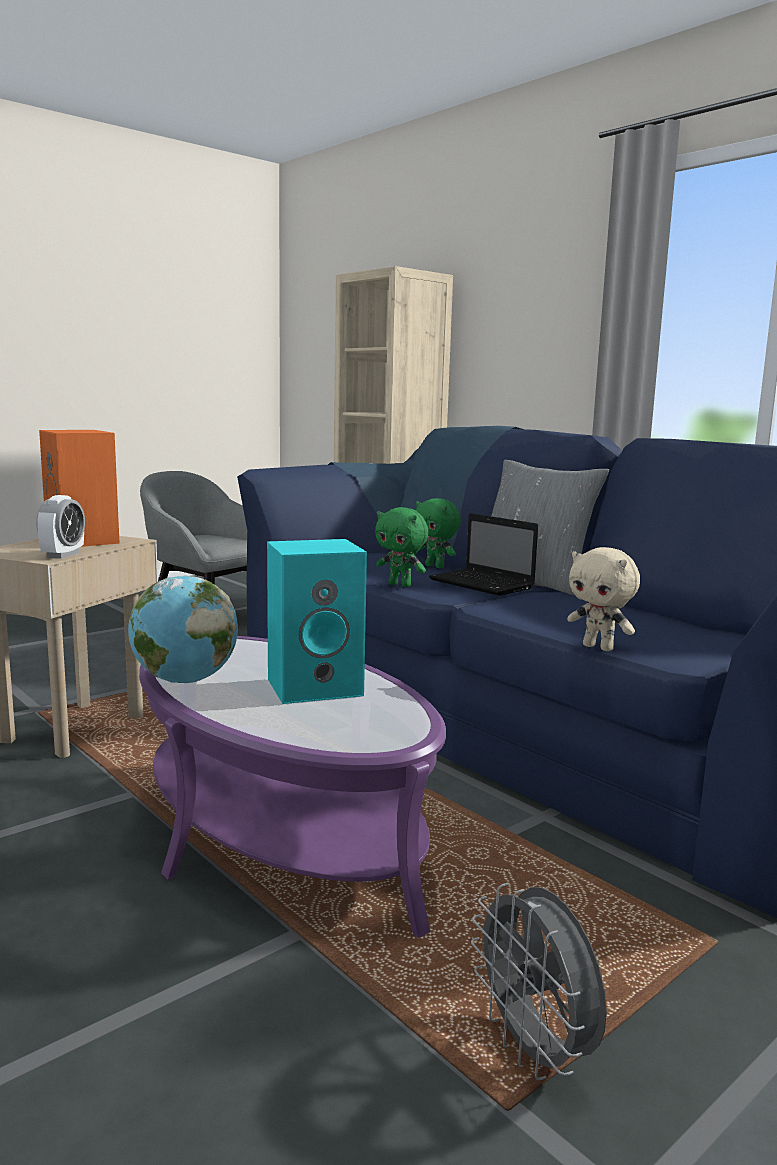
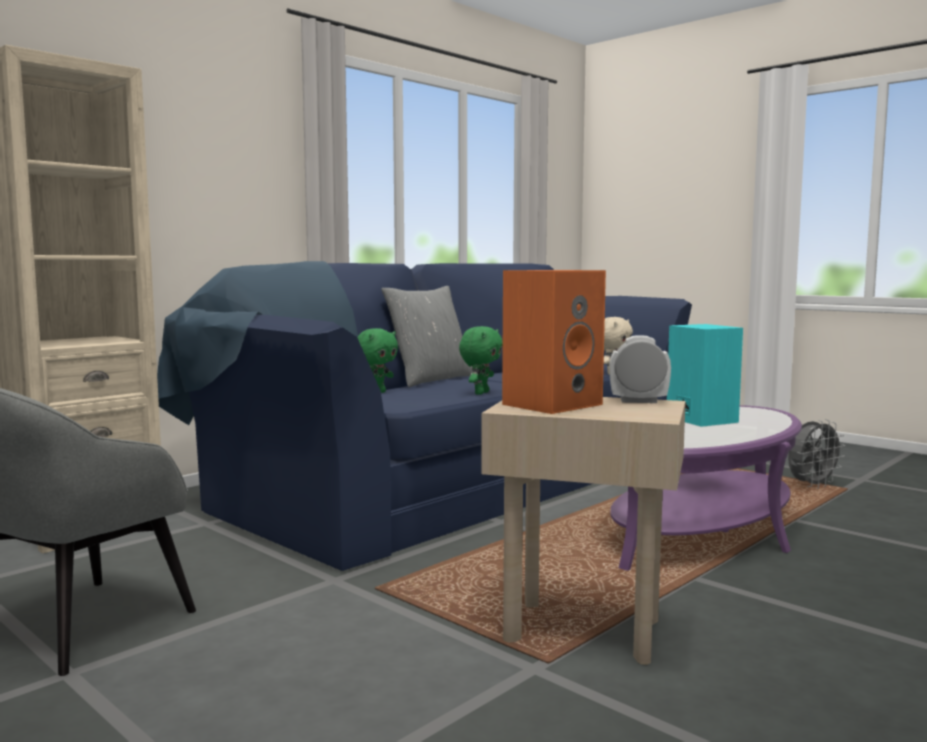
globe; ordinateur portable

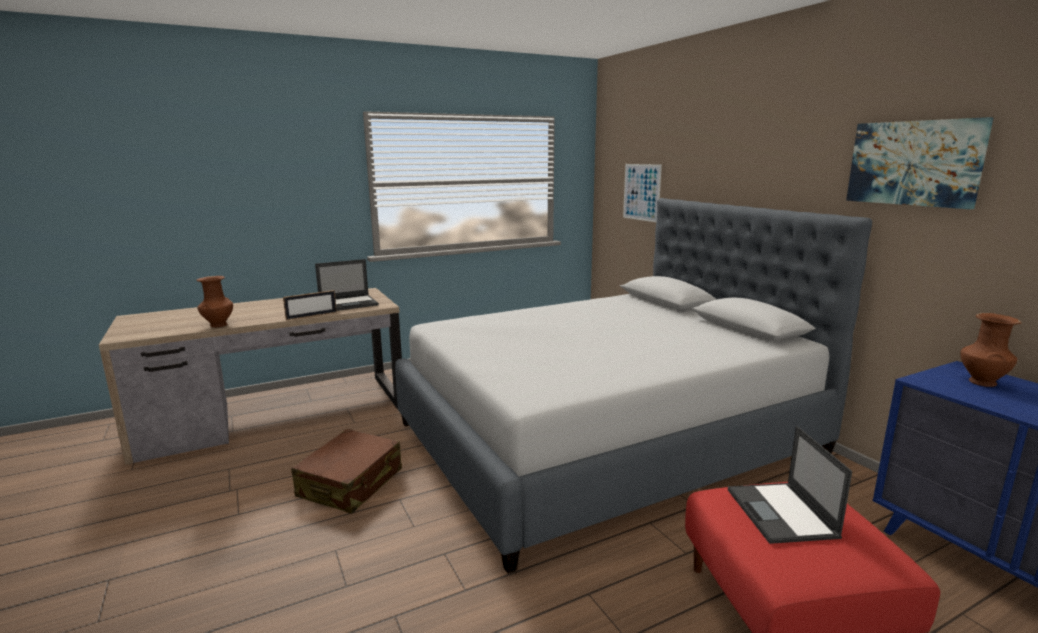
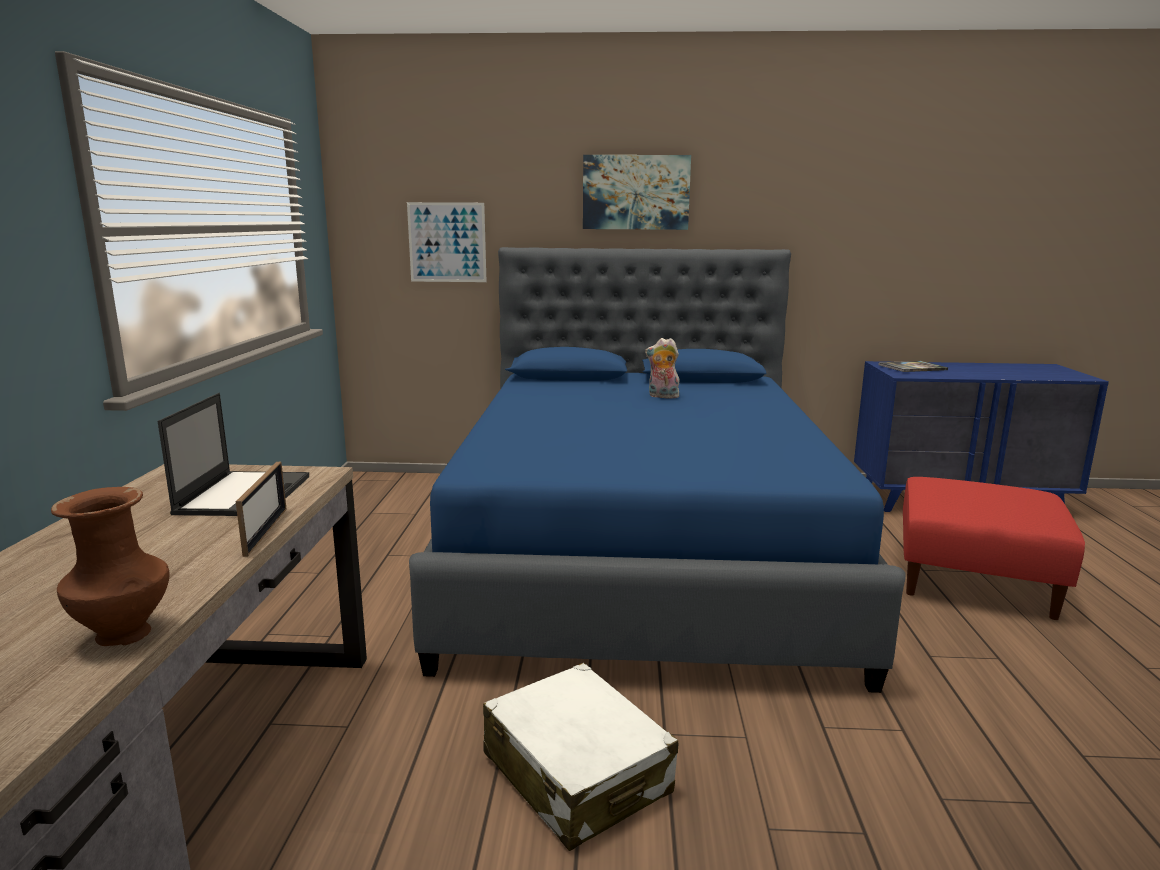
ordinateur portable (2nd from left in the first image); peluche; tableau (2nd from left); livre; valise [blanc]; lit [bleu]

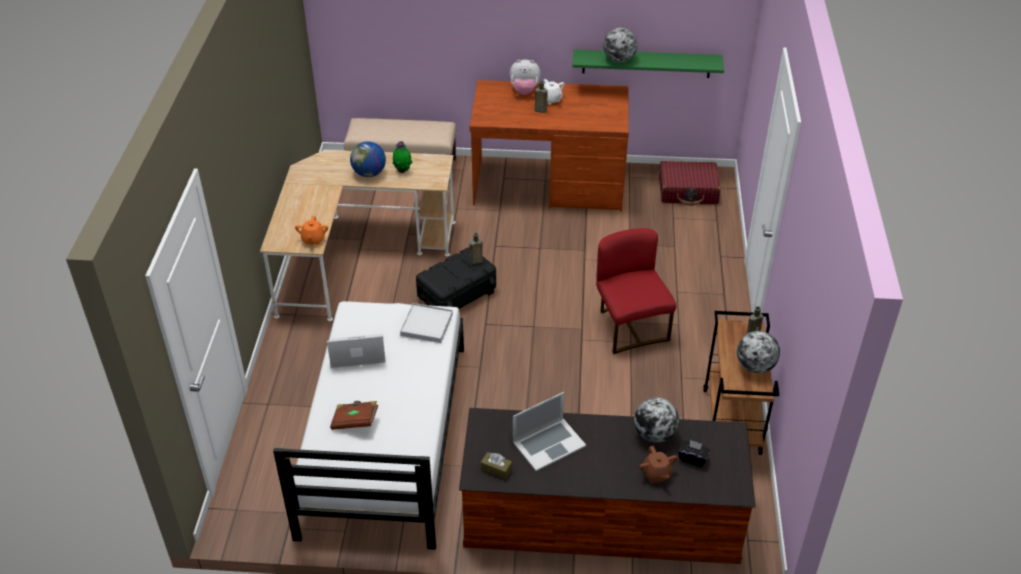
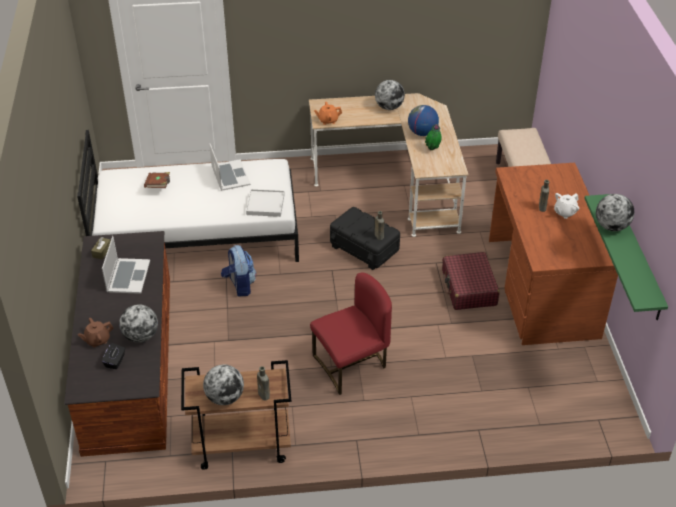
peluche; sac à dos; globe (3rd from left); valise [rouge]; ordinateur portable (1st from left)

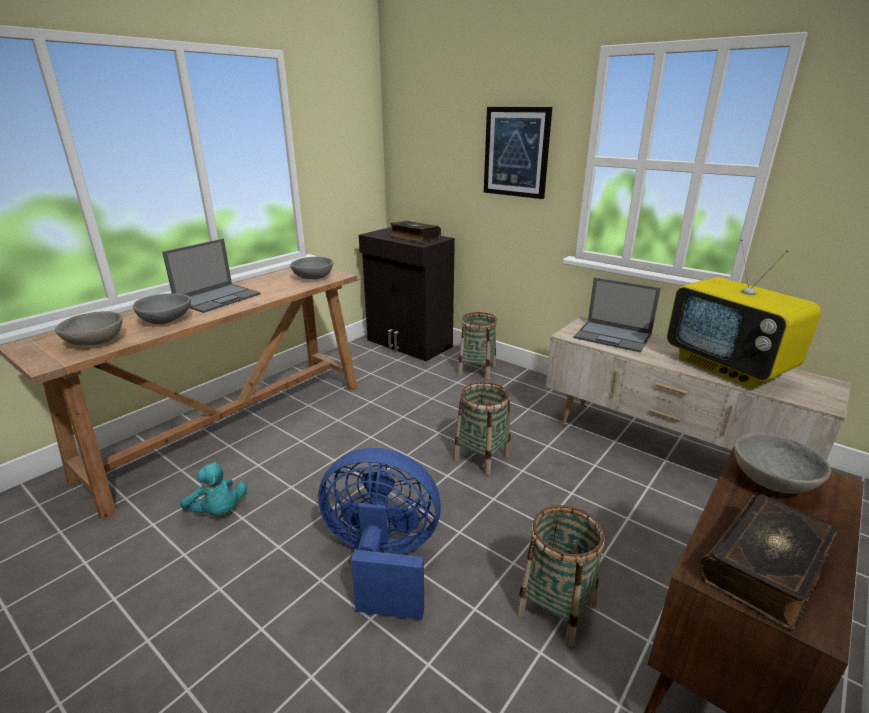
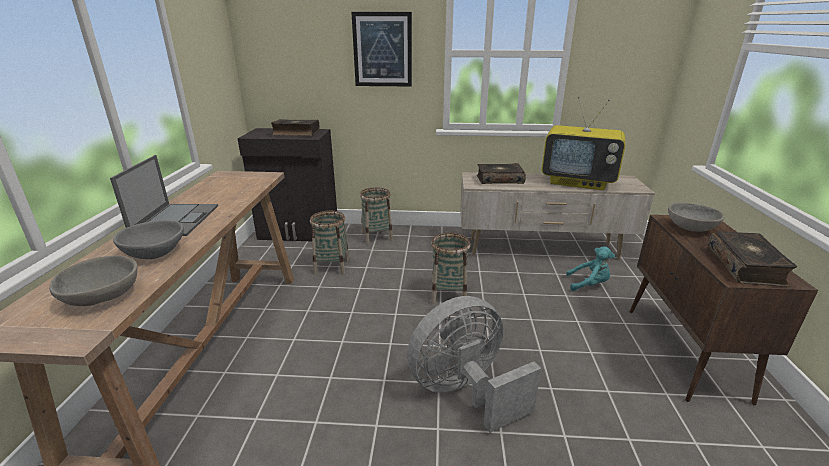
bol [gris] (3rd from left in the first image); peluche [turquoise]; panier (1st from left); livre (2nd from left); ventilateur [gris]

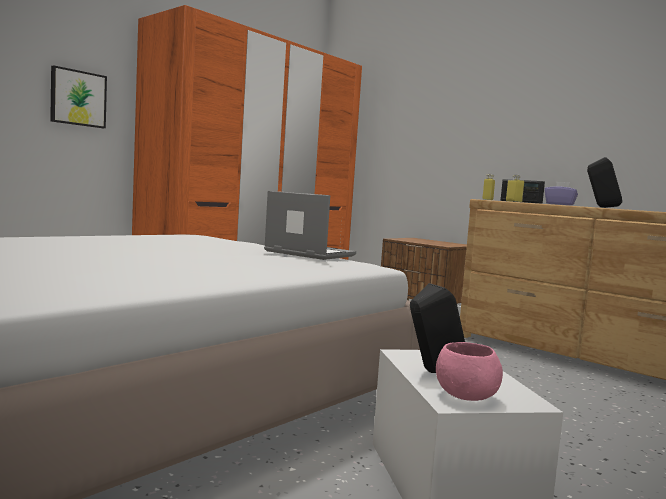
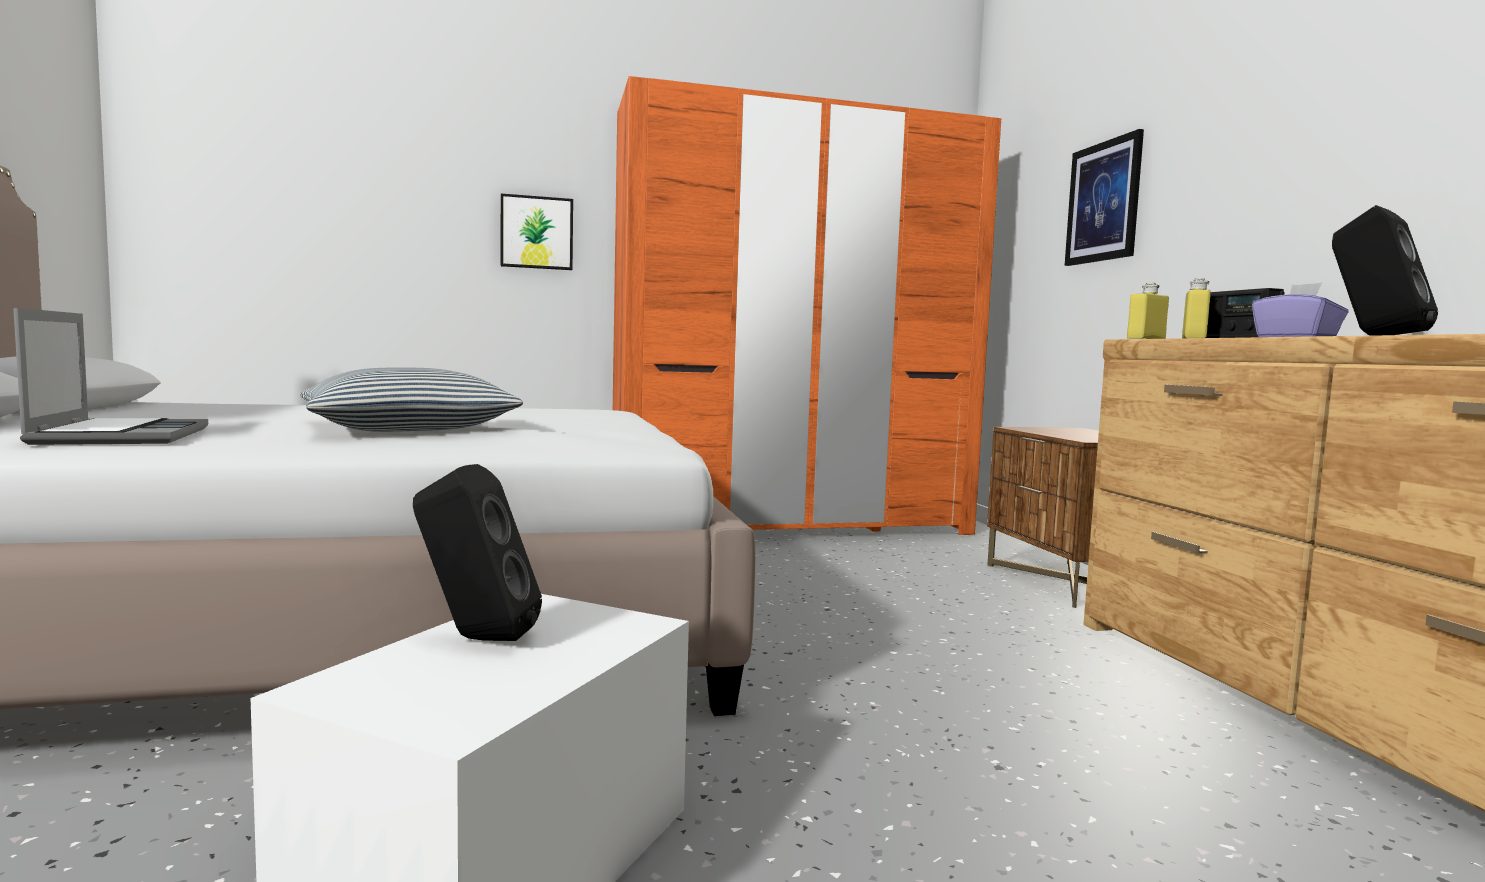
bol [rose]; coussin; tableau (2nd from left); ordinateur portable

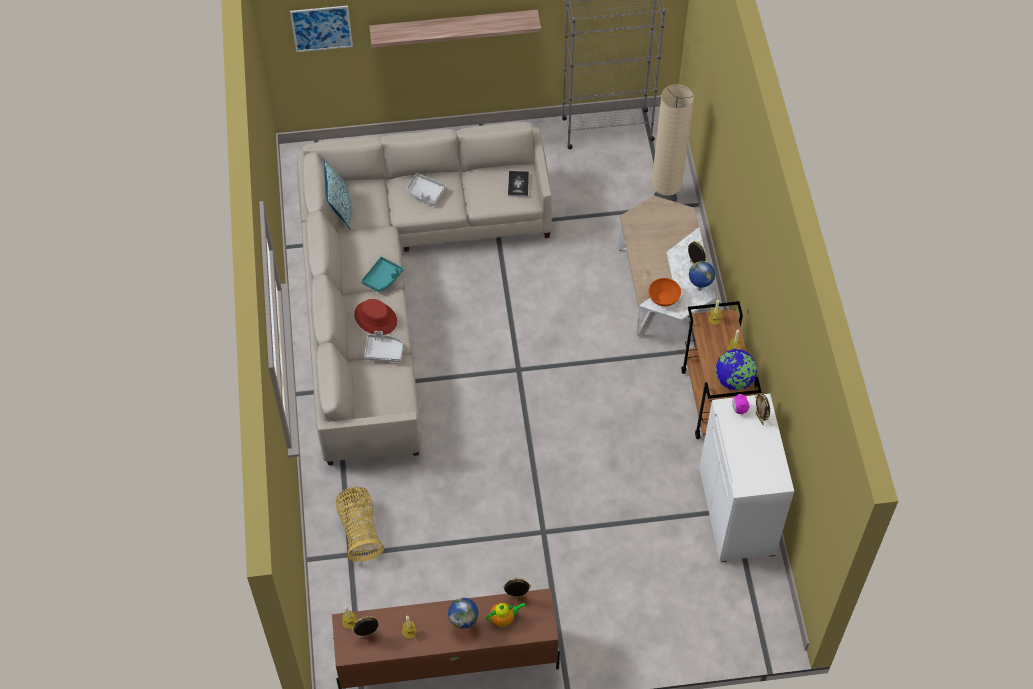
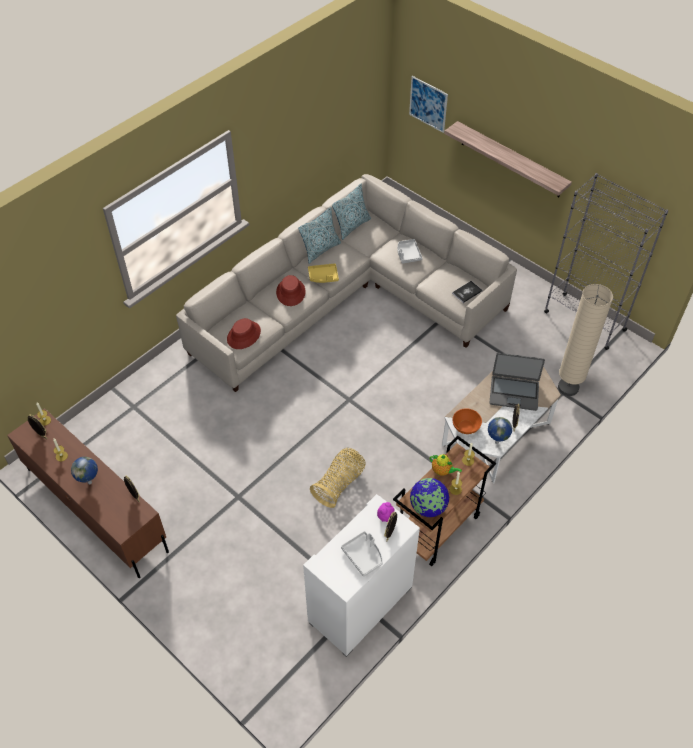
chapeau [rouge] (1st from left); coussin (1st from left); ordinateur portable; panier; plateau [gris] (1st from left); théière; plateau [jaune]

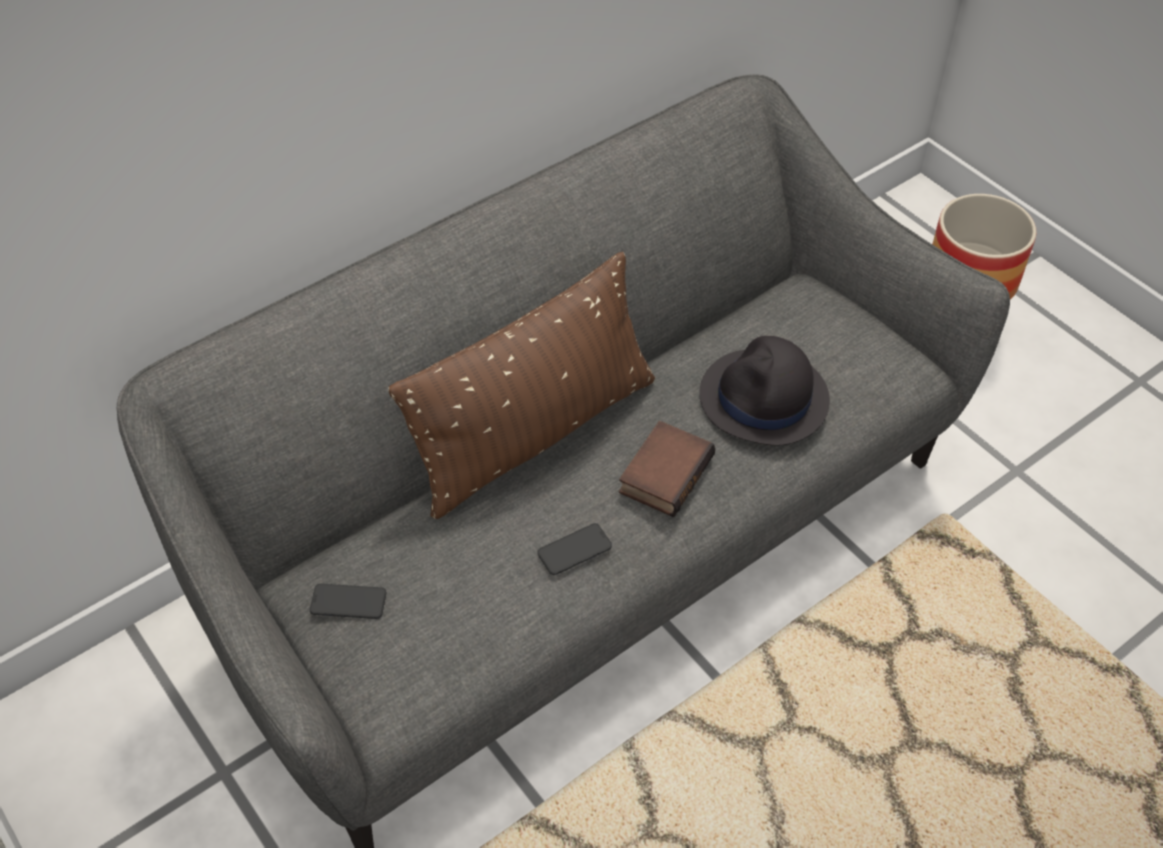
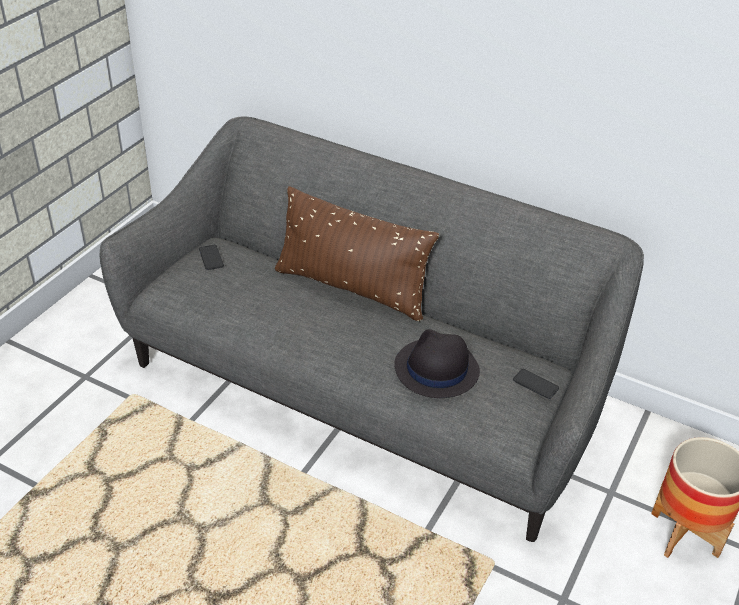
livre; téléphone (2nd from left)

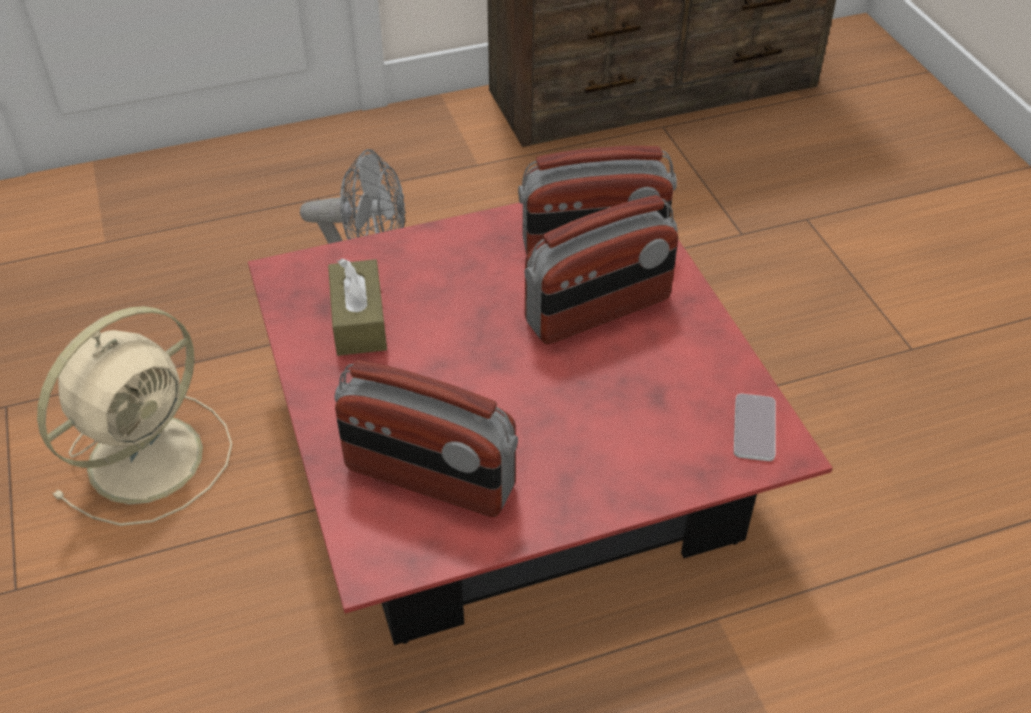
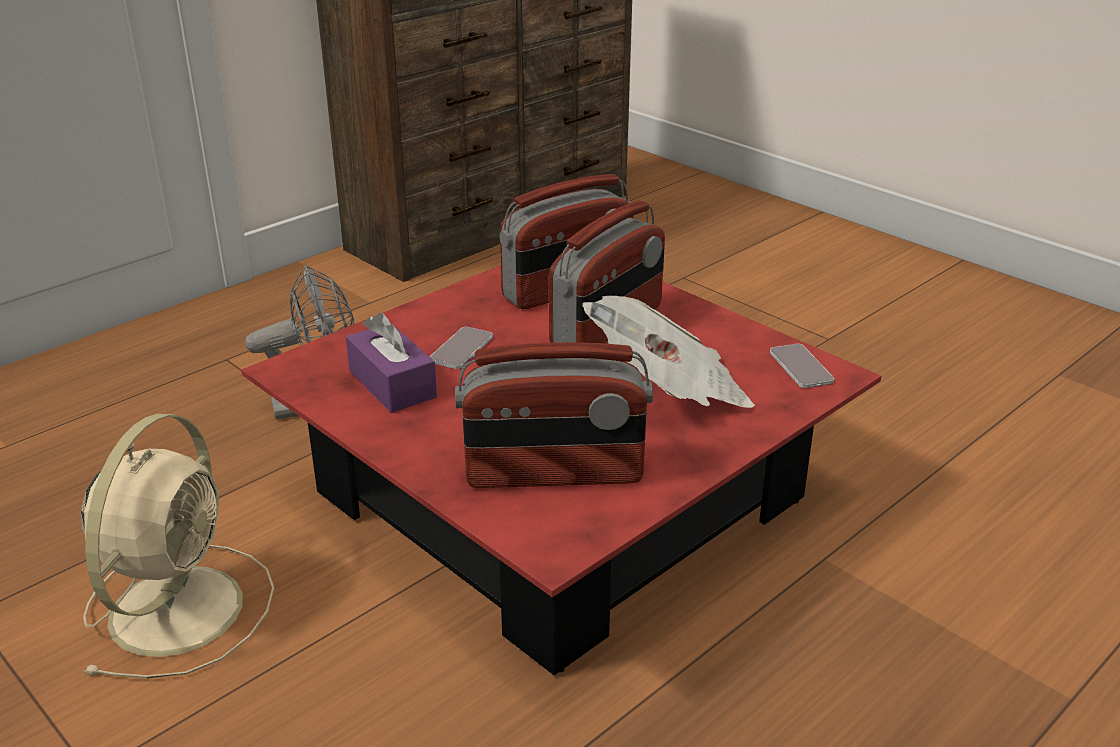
téléphone (1st from left); journal; boîte à mouchoirs [violet]

